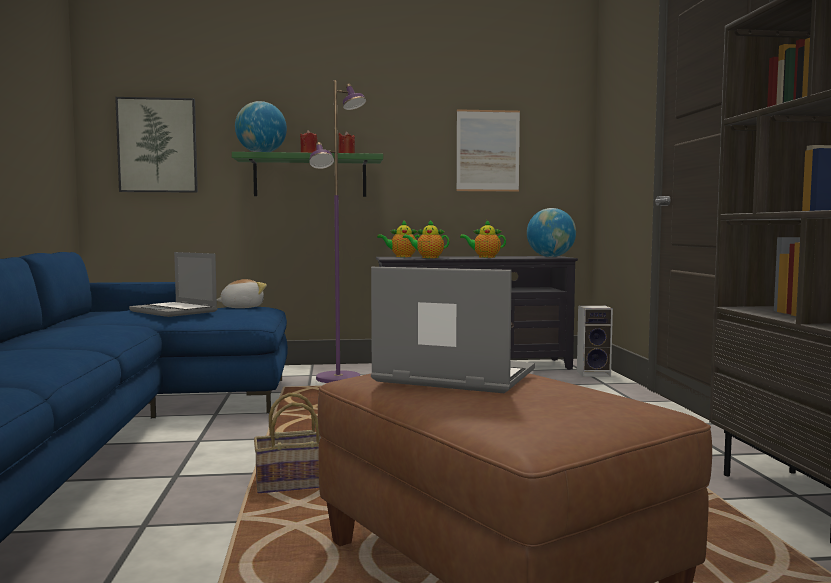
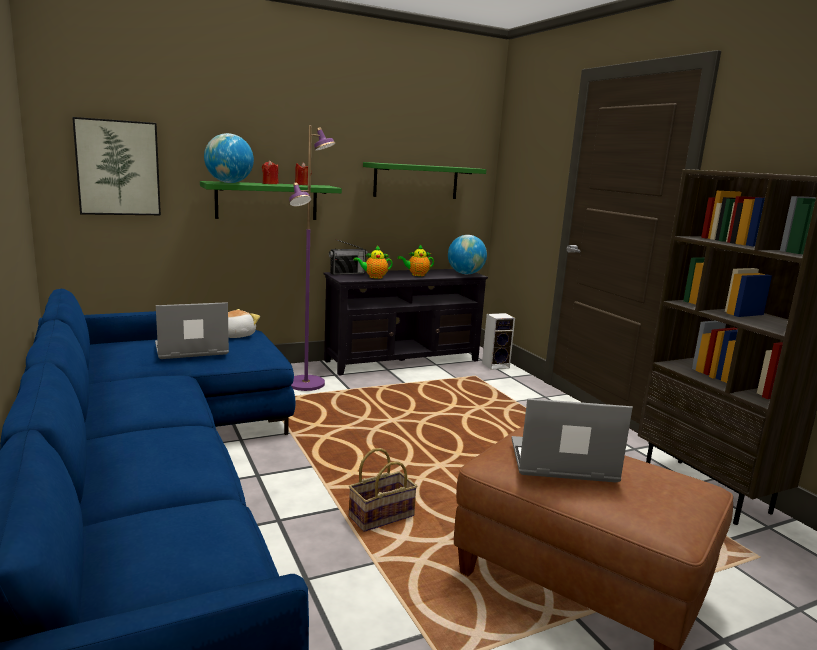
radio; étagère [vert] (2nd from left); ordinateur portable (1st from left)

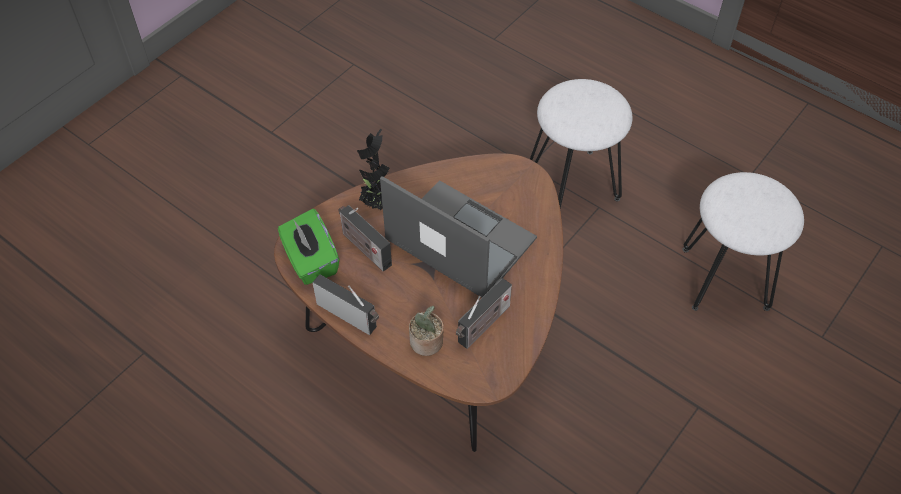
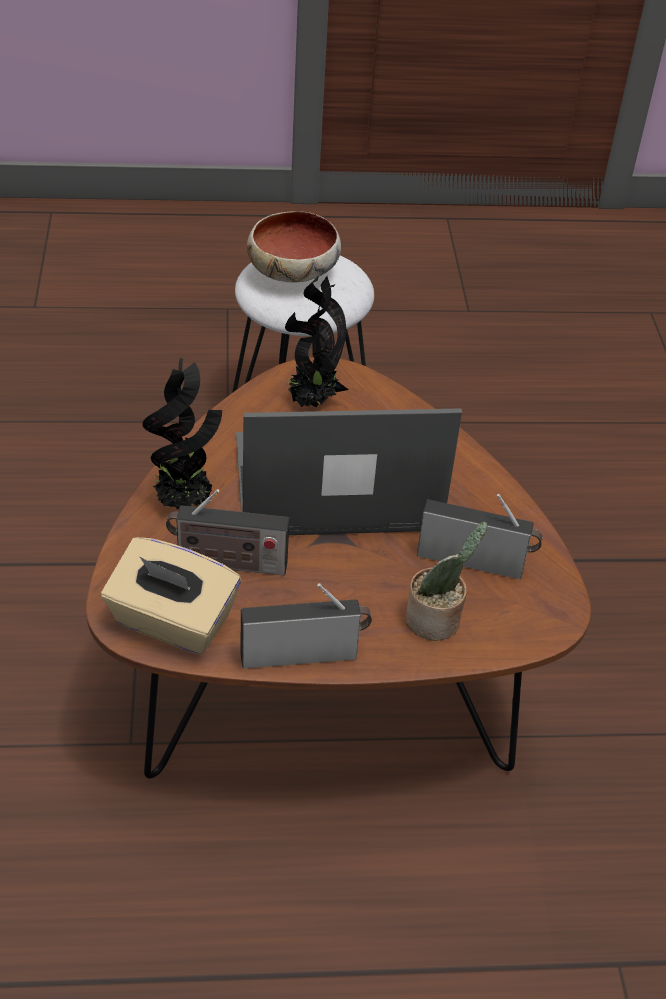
tabouret [blanc] (2nd from left in the first image); bol; plante en pot (2nd from left); boîte à mouchoirs [beige]; radio (3rd from left)

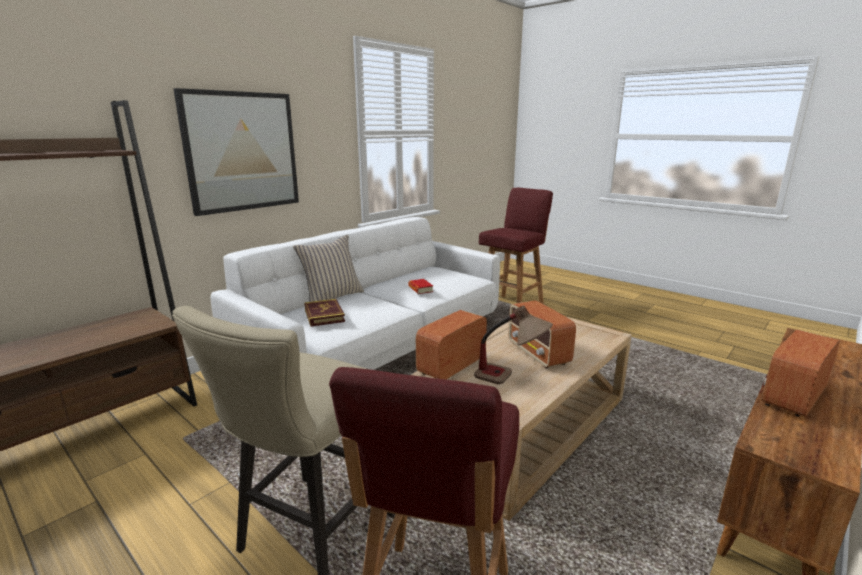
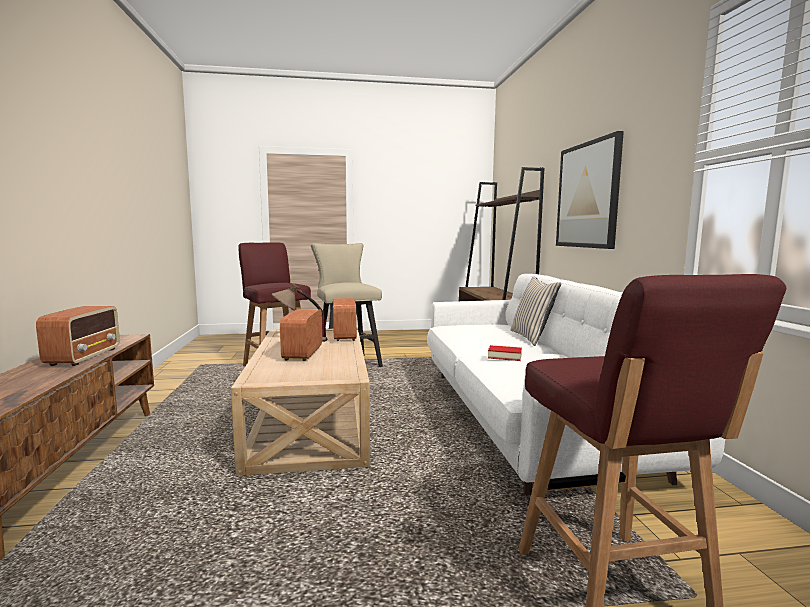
livre (1st from left in the first image); radio (2nd from left)

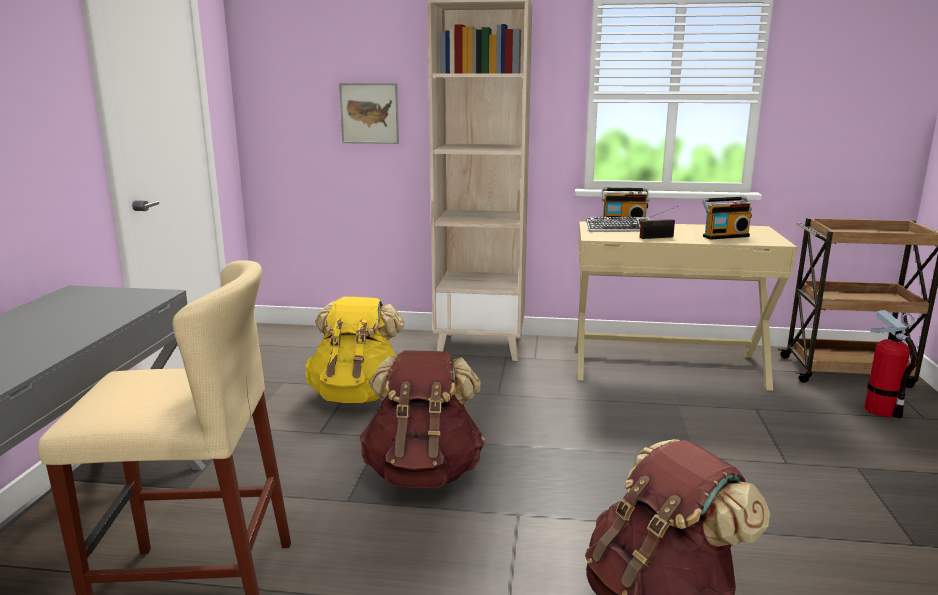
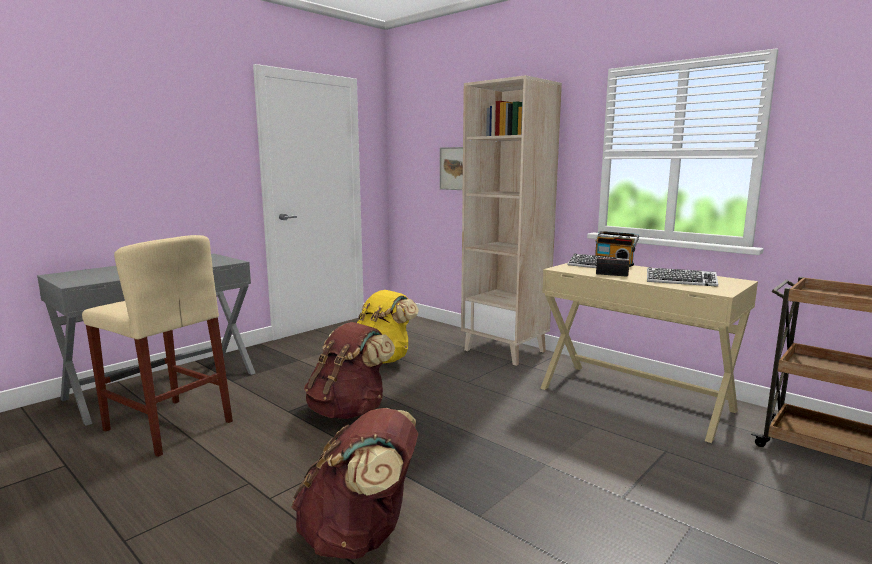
extincteur; clavier (2nd from left)

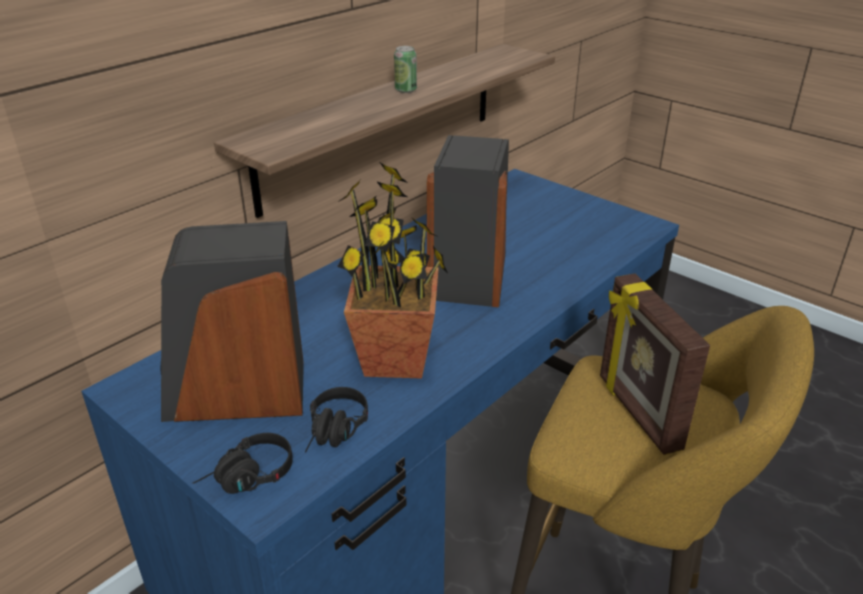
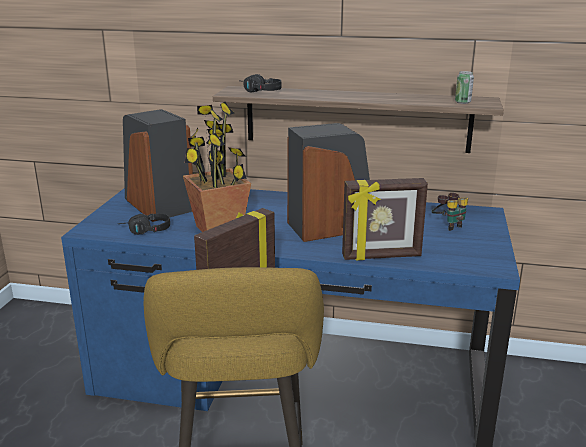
cadre photo (2nd from left); jumelles; casque audio [noir] (2nd from left); boîte métallique

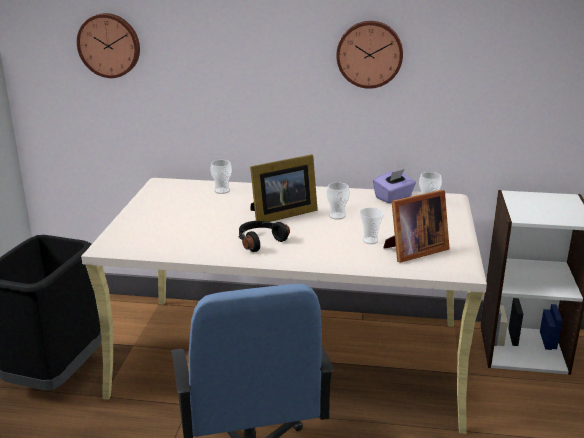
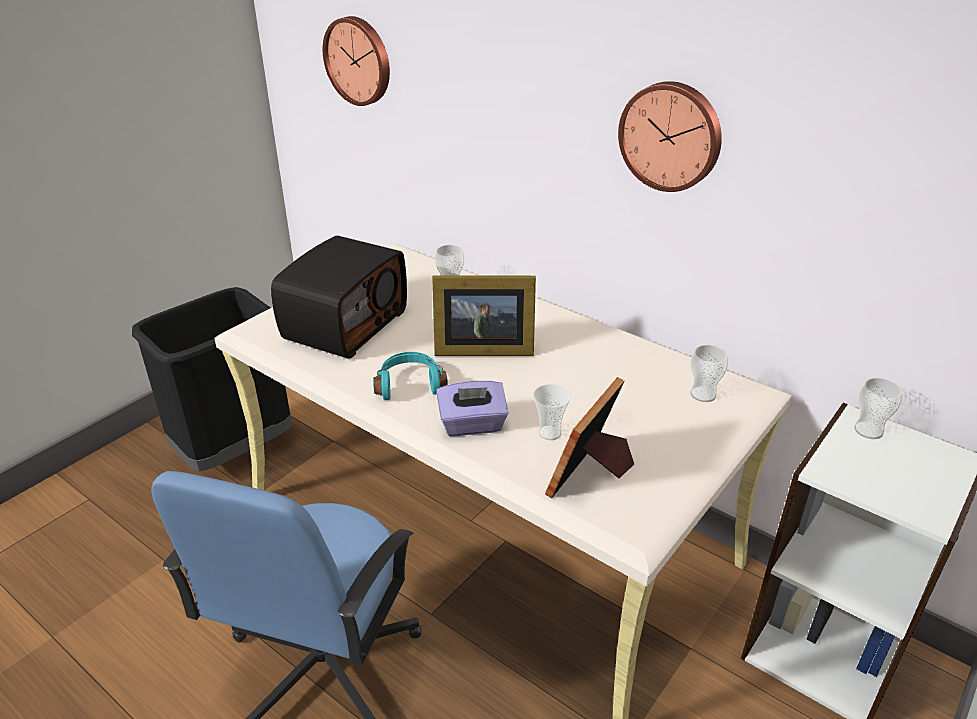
radio; tasse (4th from left); boîte à mouchoirs [violet]; casque audio [turquoise]; cadre photo (2nd from left)

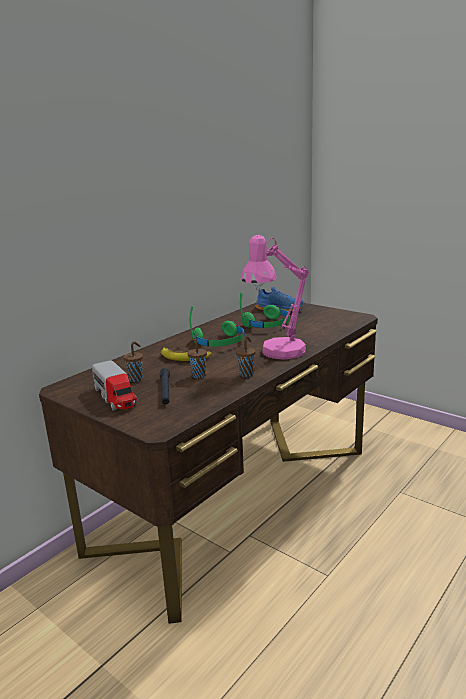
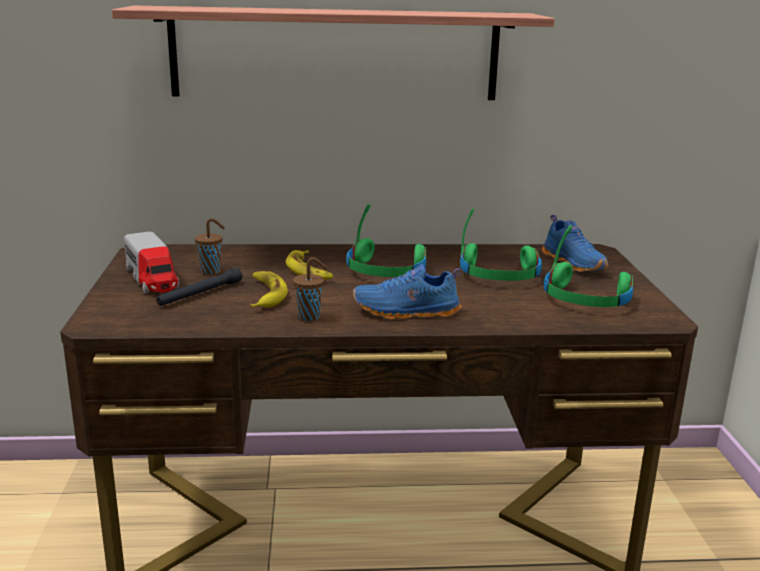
étagère; casque audio [vert] (3rd from left); banane (1st from left); chaussure [bleu] (1st from left); camion jouet

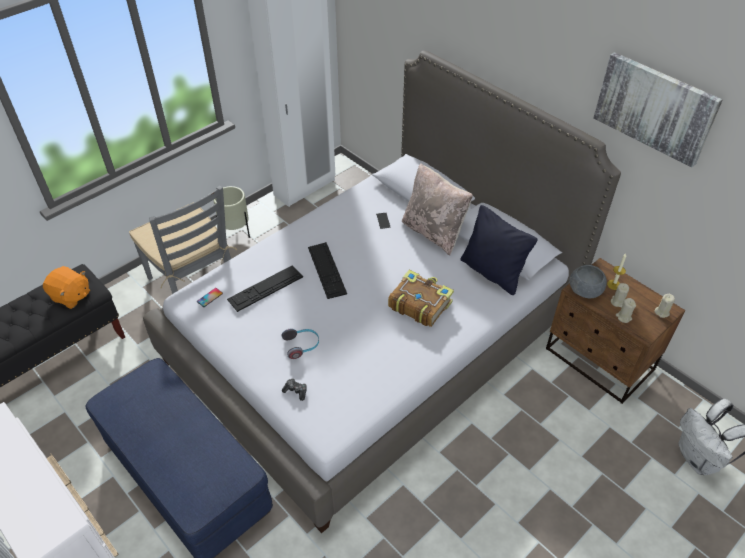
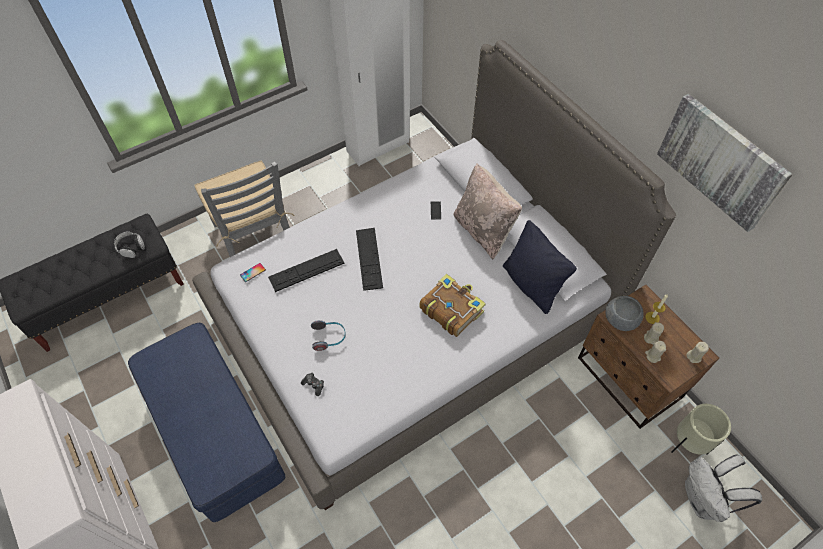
cache-pot [beige]; casque audio (1st from left)

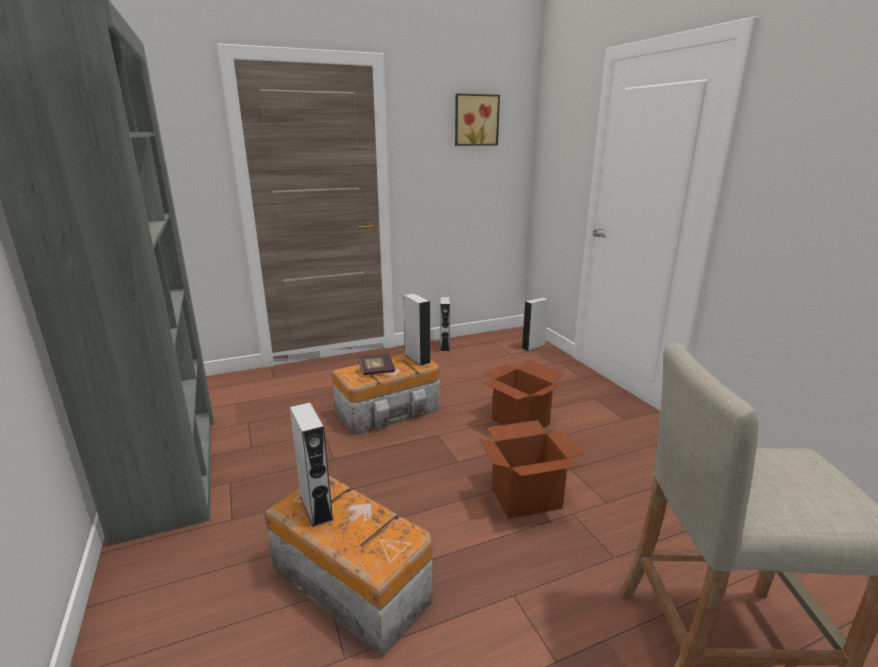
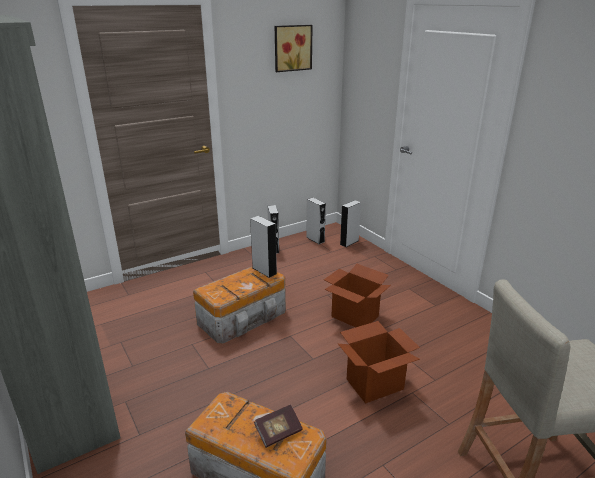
enceinte [gris] (3rd from left); livre

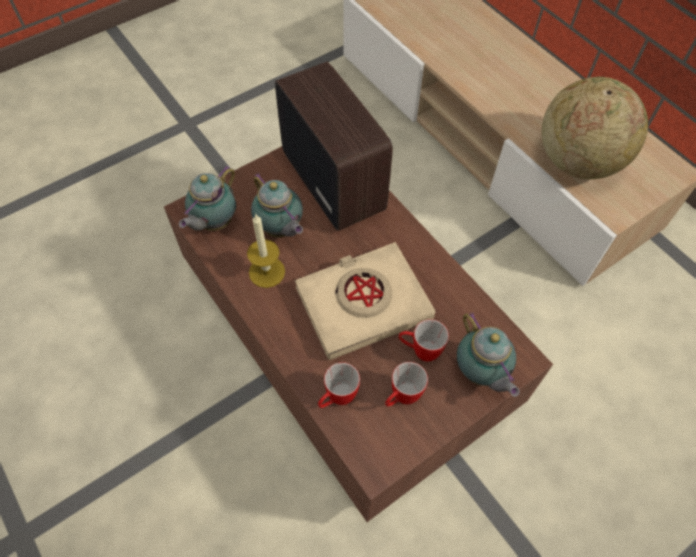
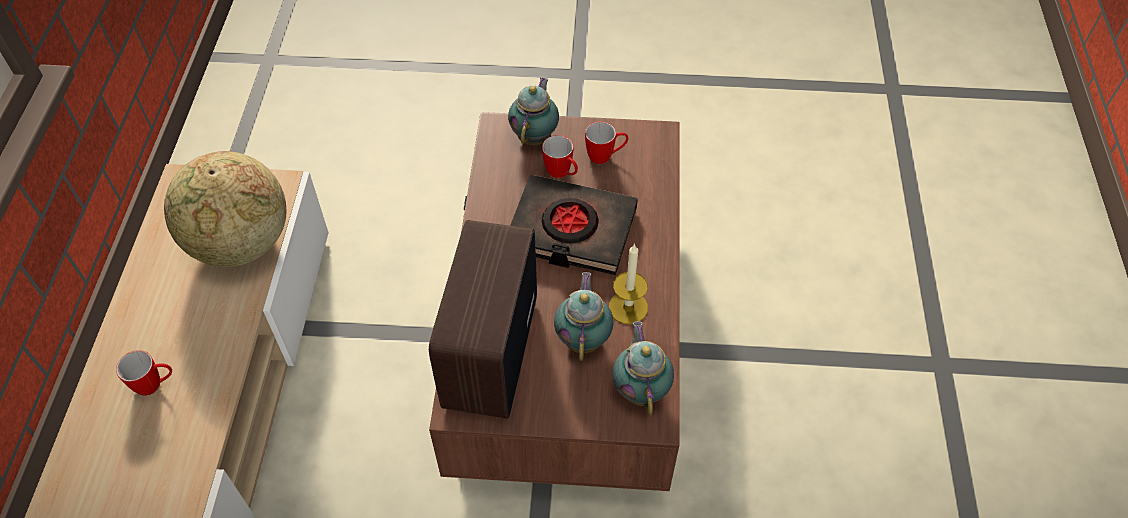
mug (1st from left); livre [noir]; théière (3rd from left)

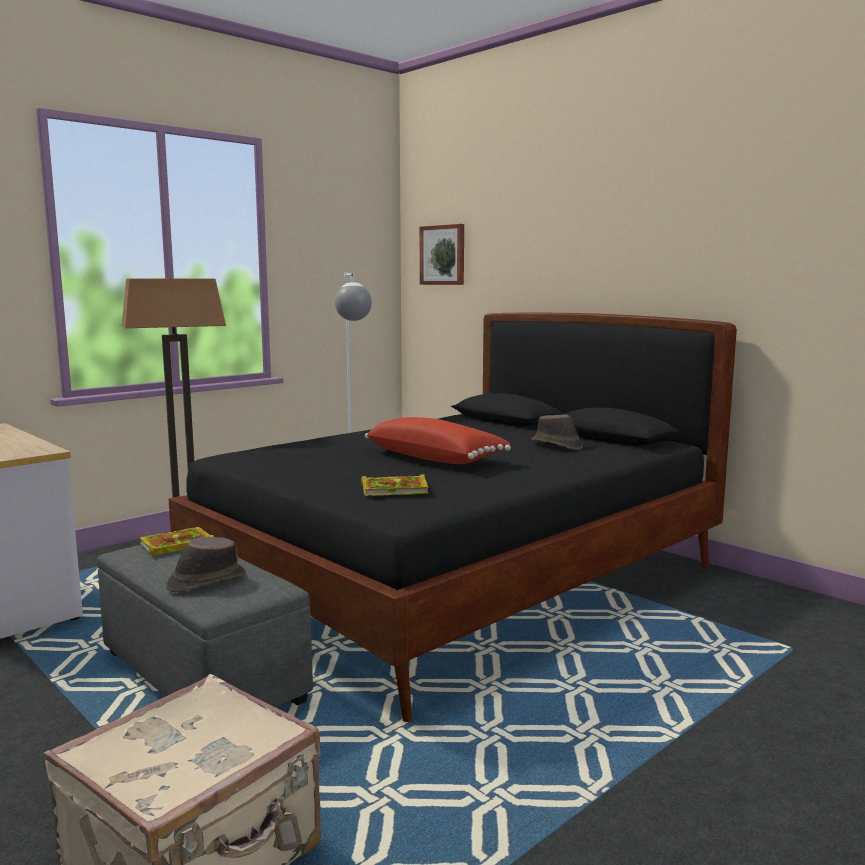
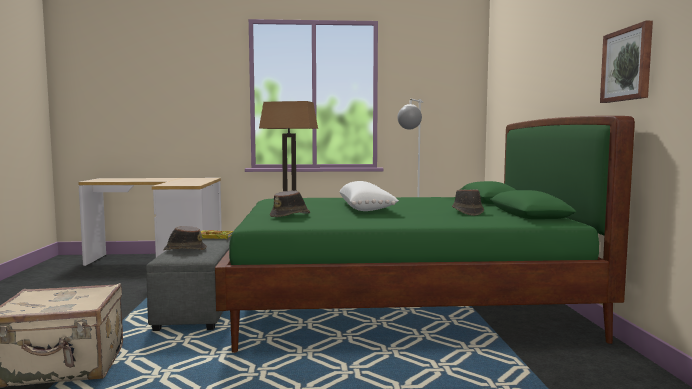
tableau; chapeau [marron] (2nd from left); lit [vert]; coussin [blanc]

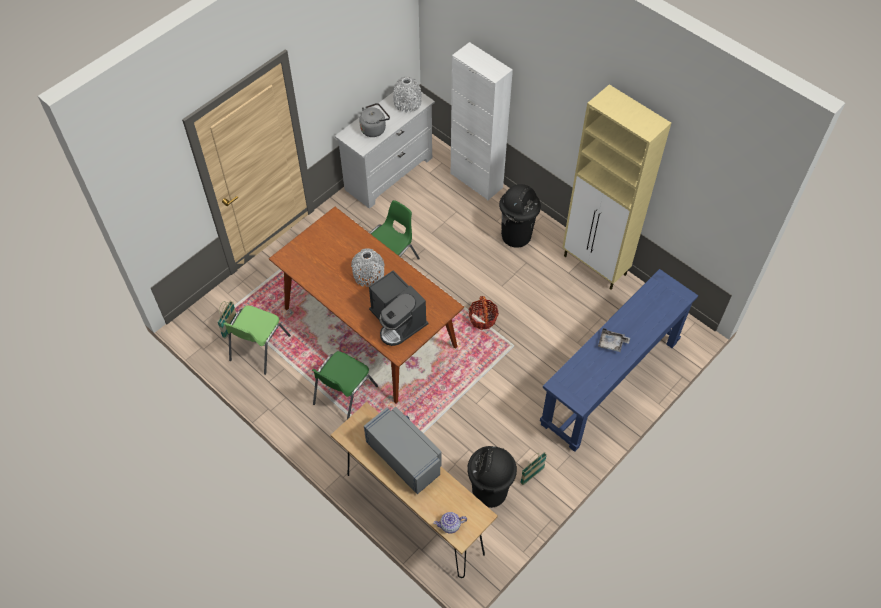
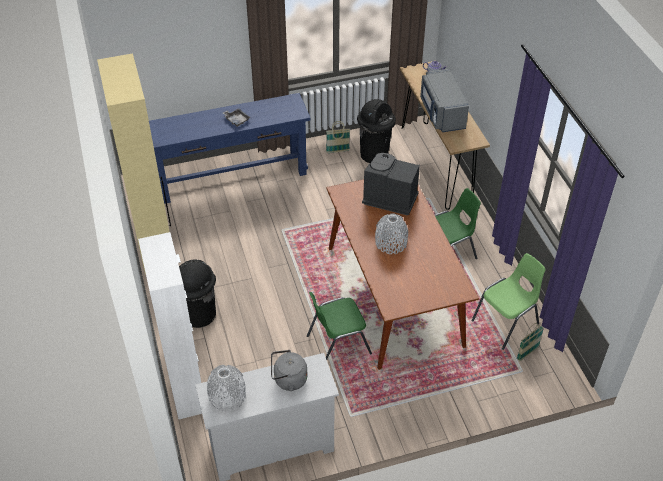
panier (2nd from left in the first image); machine à café

